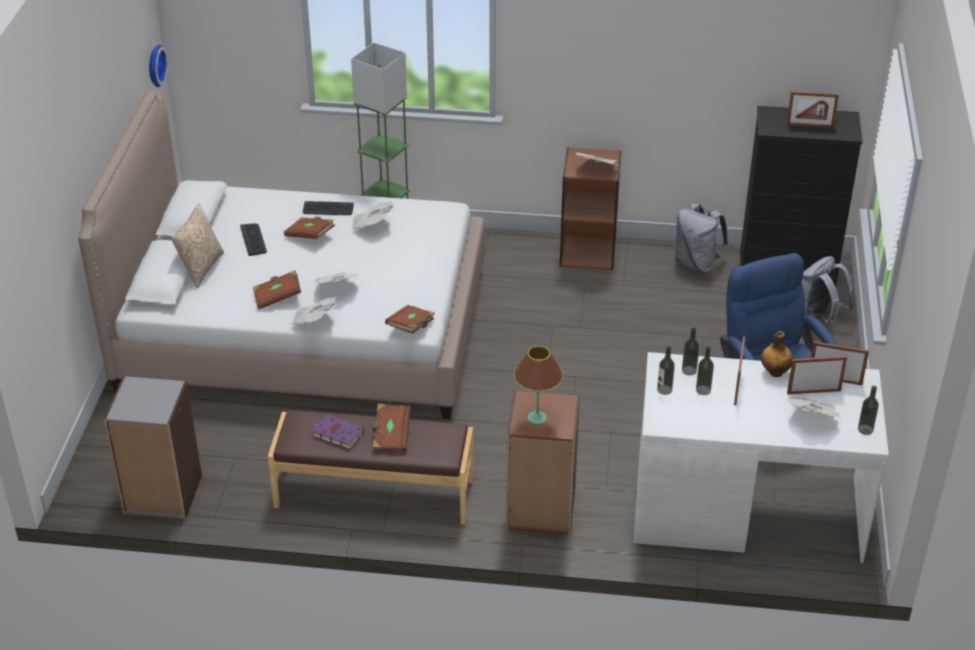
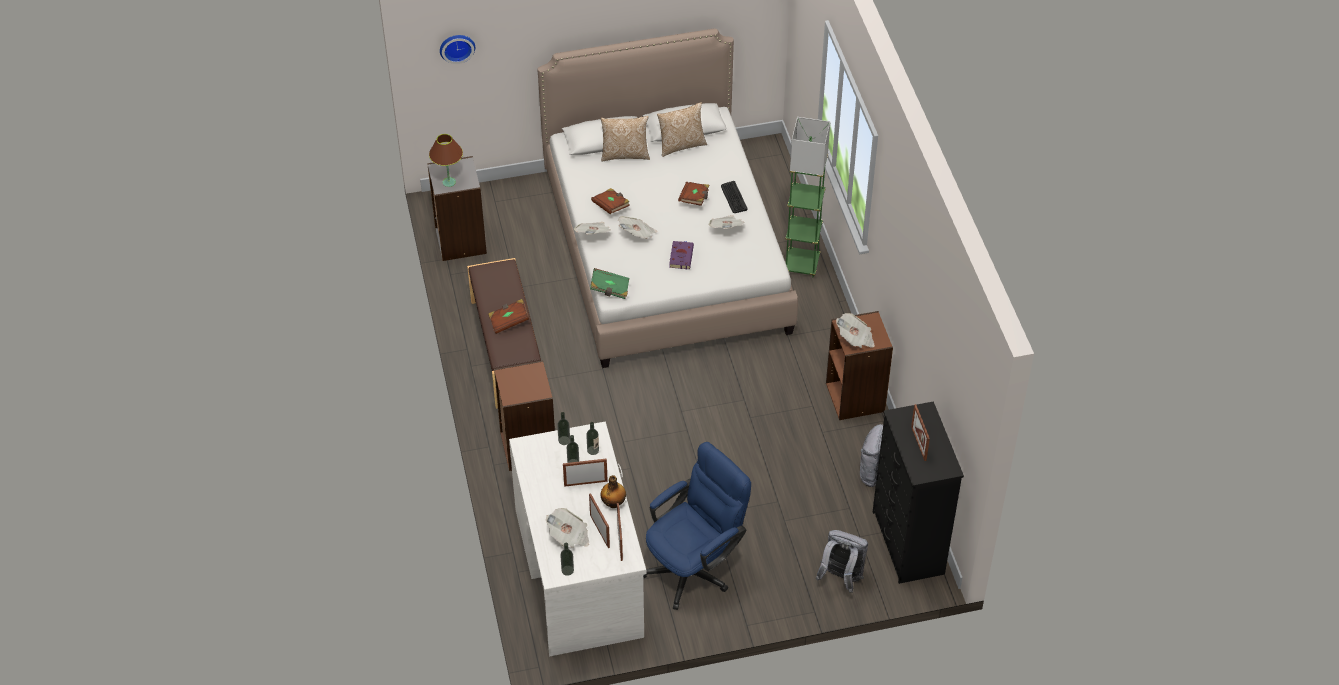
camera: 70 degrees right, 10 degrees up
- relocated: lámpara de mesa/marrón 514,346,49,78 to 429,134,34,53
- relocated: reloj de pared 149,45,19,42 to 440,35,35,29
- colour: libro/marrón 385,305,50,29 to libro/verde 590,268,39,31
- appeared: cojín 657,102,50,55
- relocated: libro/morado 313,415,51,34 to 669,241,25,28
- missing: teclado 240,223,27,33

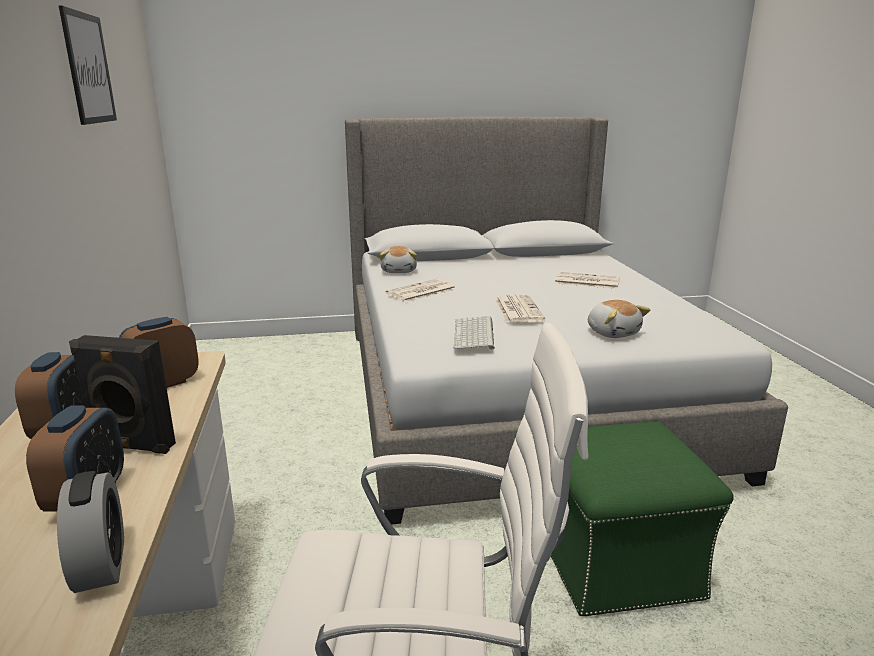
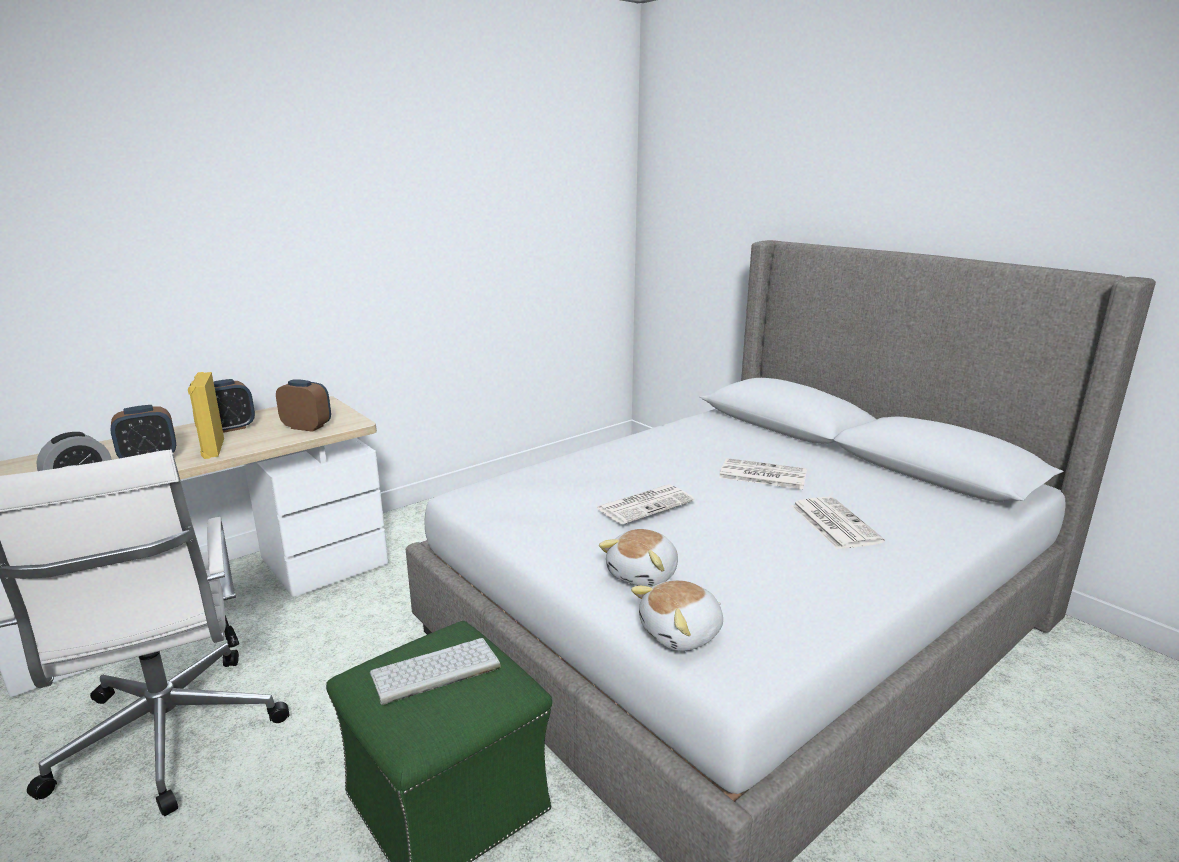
camera: 60 degrees right, 0 degrees up
- colour: altavoz/negro 69,335,107,119 to altavoz/amarillo 188,372,36,87
- relocated: teclado 453,316,42,34 to 370,638,131,67
- relocated: peluche 380,246,37,27 to 631,580,92,71
- relocated: periódico 386,279,70,23 to 719,458,88,31
- missing: cuadro 59,6,58,119

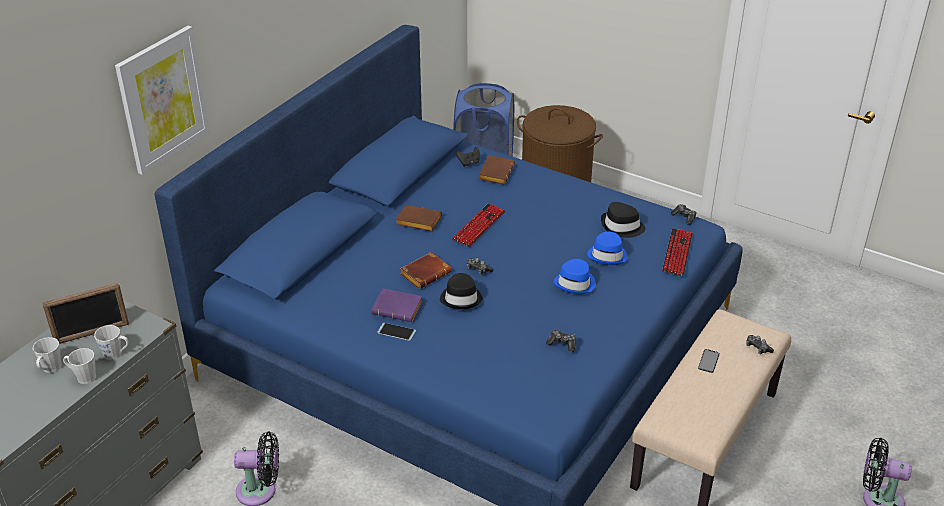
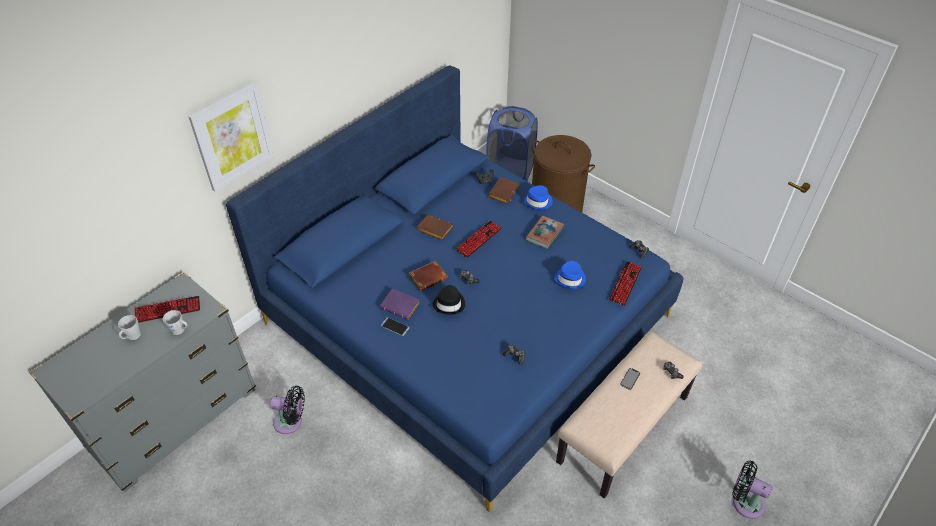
camera: 10 degrees right, 10 degrees up
- exchanged: portarretratos 42,283,87,61 to teclado 135,296,65,27
- relocated: sombrero/azul 553,259,43,35 to 523,185,30,25
- appeared: libro 525,216,40,33
- missing: taza grande/gris 63,348,33,36
- missing: sombrero/negro 601,202,44,36

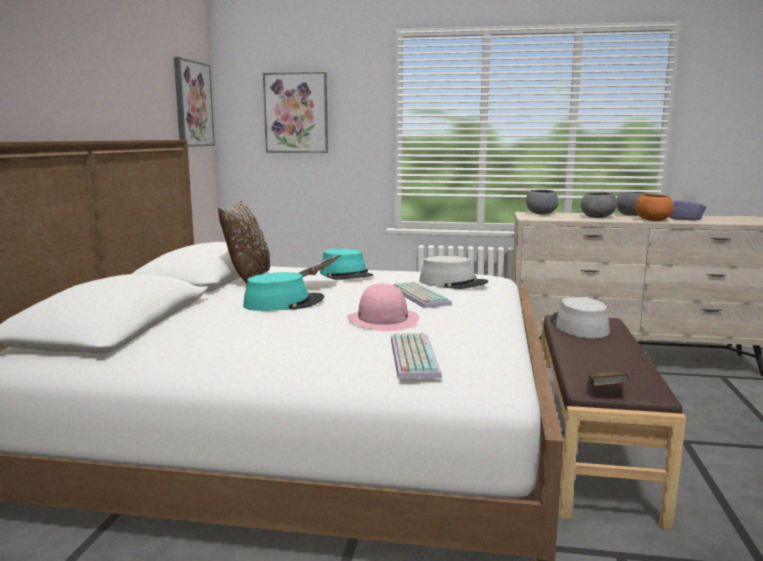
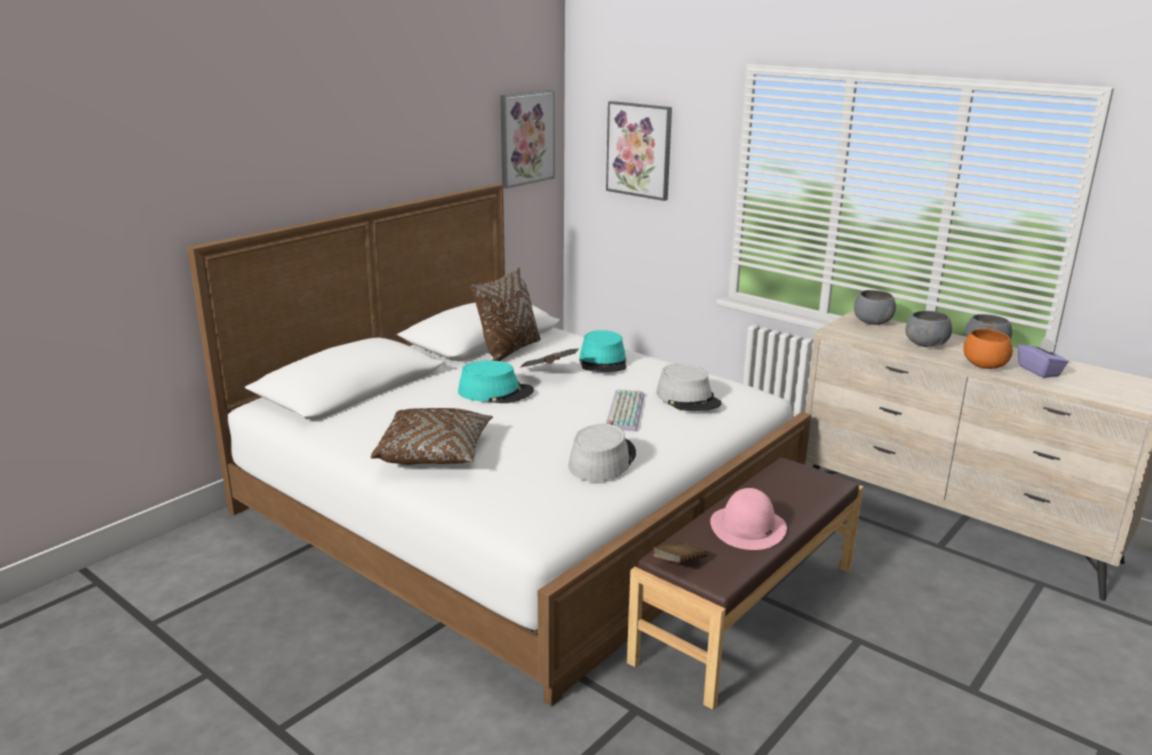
camera: 30 degrees right, 10 degrees up
- appeared: cojín/marrón 371,408,122,57
- relocated: sombrero/gris 550,297,60,41 to 568,424,68,57
- relocated: sombrero/rosa 347,284,72,47 to 710,488,77,62
- missing: teclado 391,333,51,46

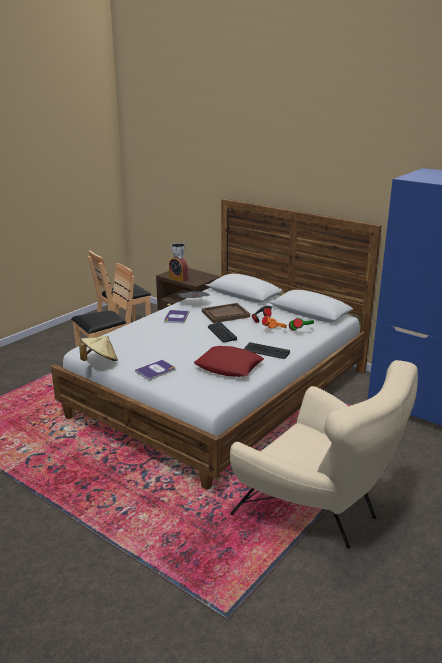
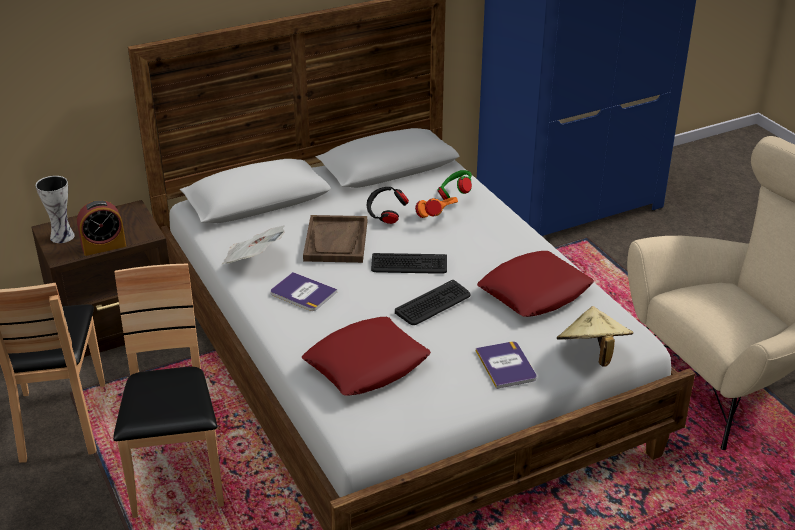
camera: 65 degrees left, 10 degrees up
- appeared: cojín/rojo 302,317,129,79
- relocated: teclado 244,342,46,17 to 395,280,76,45
- relocated: sombrero/beis 79,336,39,25 to 557,306,76,61

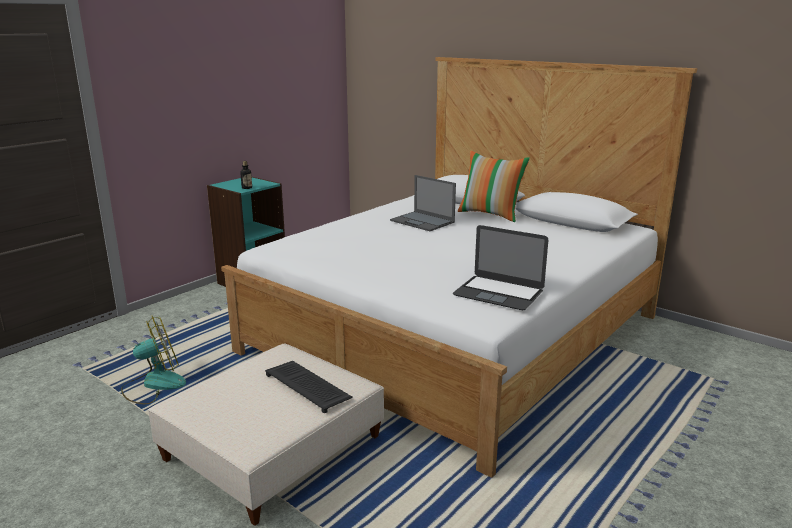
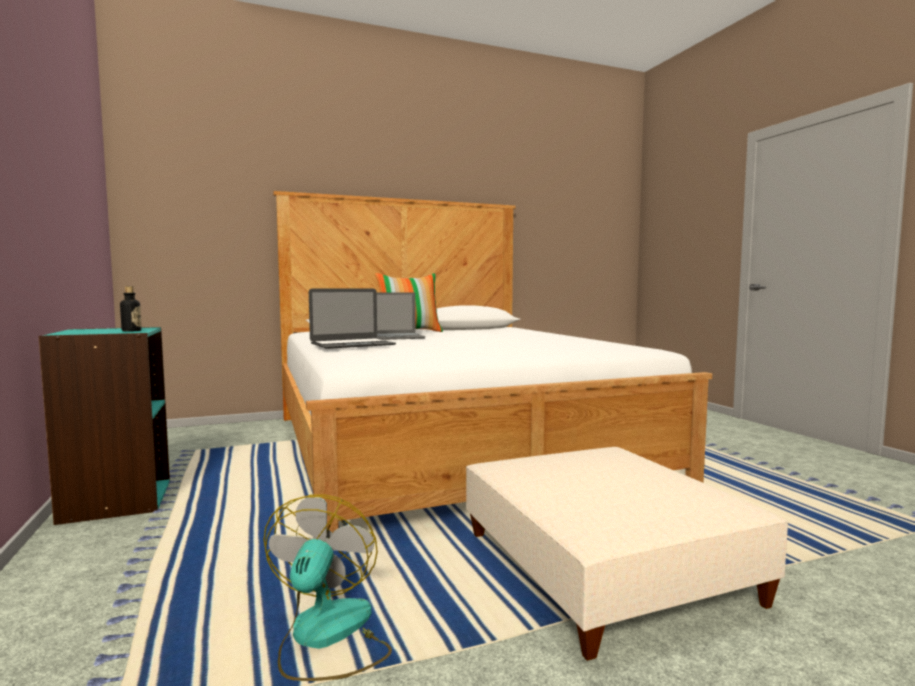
camera: 60 degrees left, 15 degrees down
- relocated: portátil 453,225,95,85 to 309,289,87,60
- missing: teclado 265,361,88,52

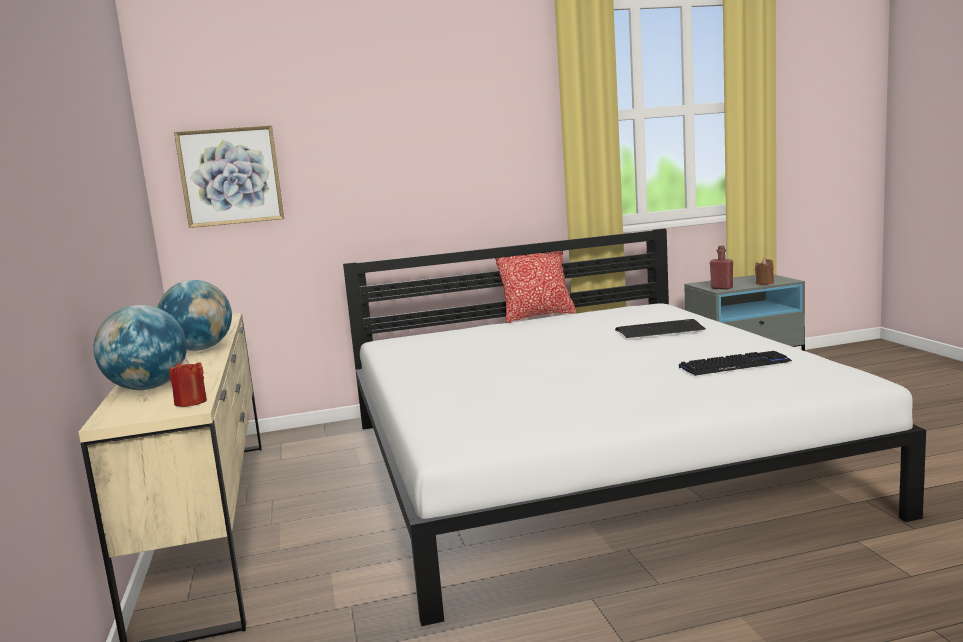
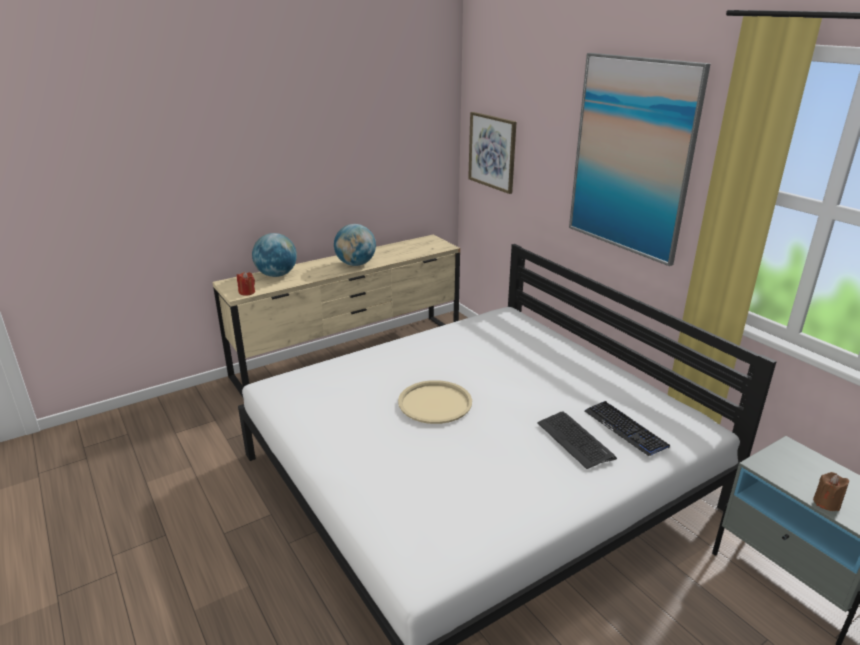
camera: 70 degrees right, 15 degrees up
- appeared: bandeja/beis 398,380,74,44
- appeared: cuadro 569,53,141,213
- relocated: teclado 679,351,113,25 to 585,401,85,55
- missing: cojín 495,251,81,72
- missing: botella/rojo 710,246,23,43

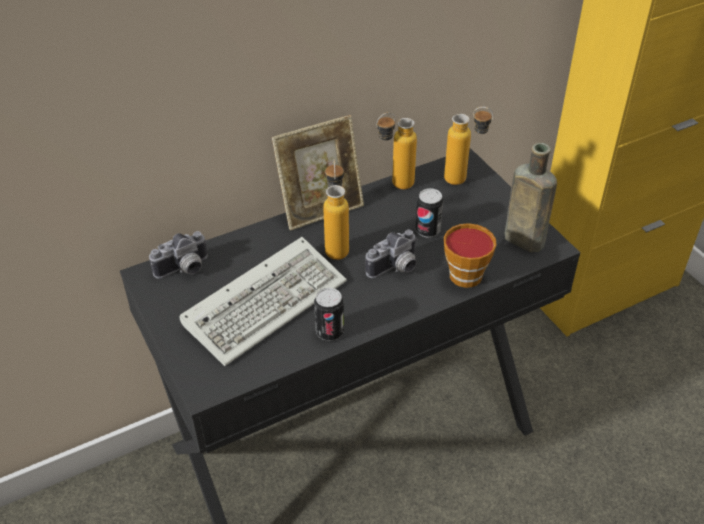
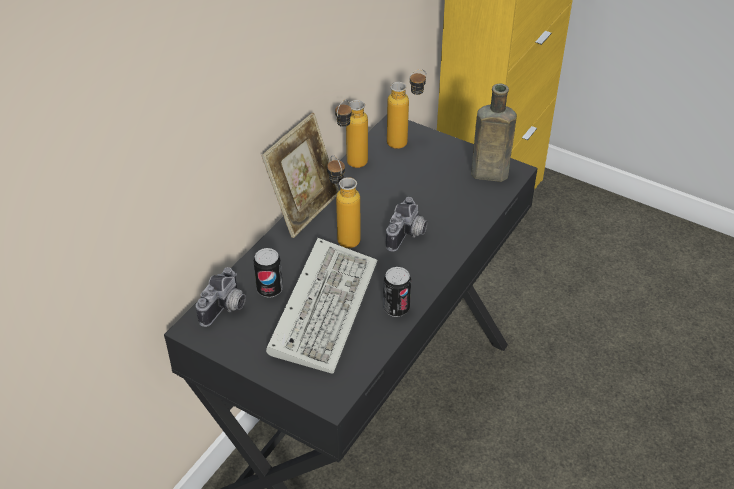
camera: 30 degrees left, 0 degrees up
- relocated: lata 415,188,28,50 to 253,248,30,50
- missing: taza 444,223,52,65

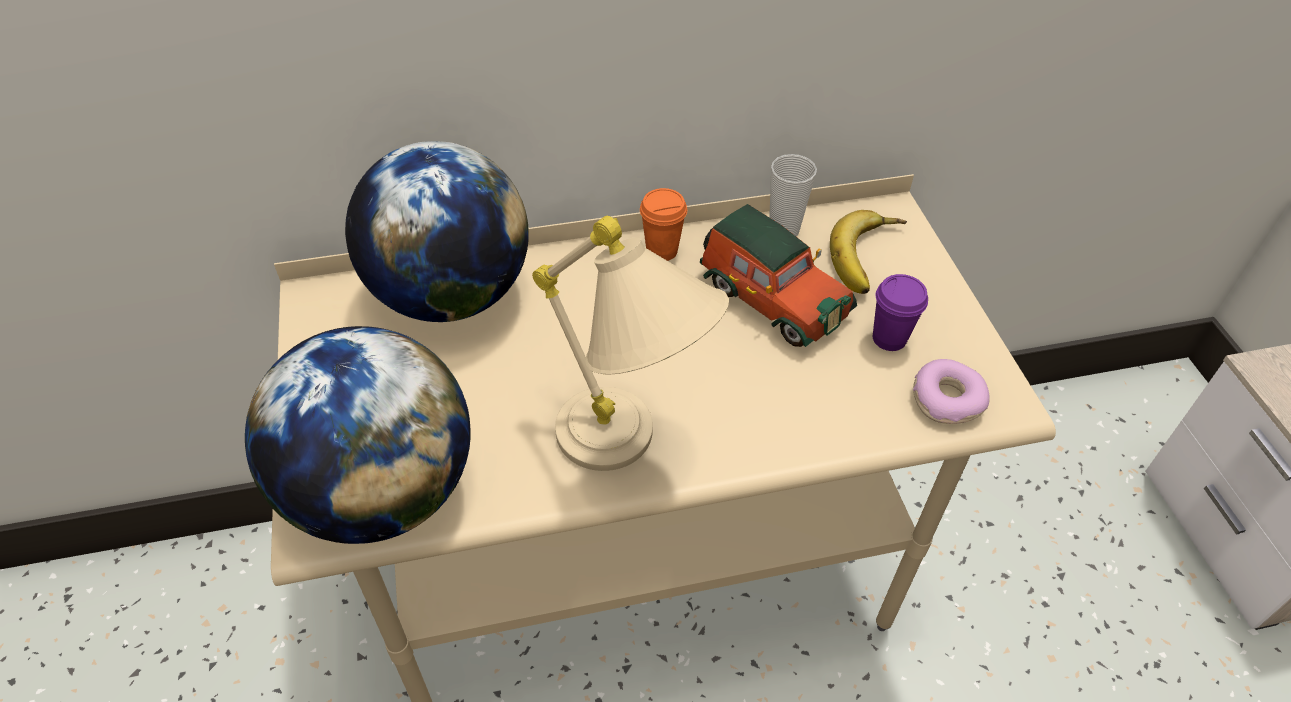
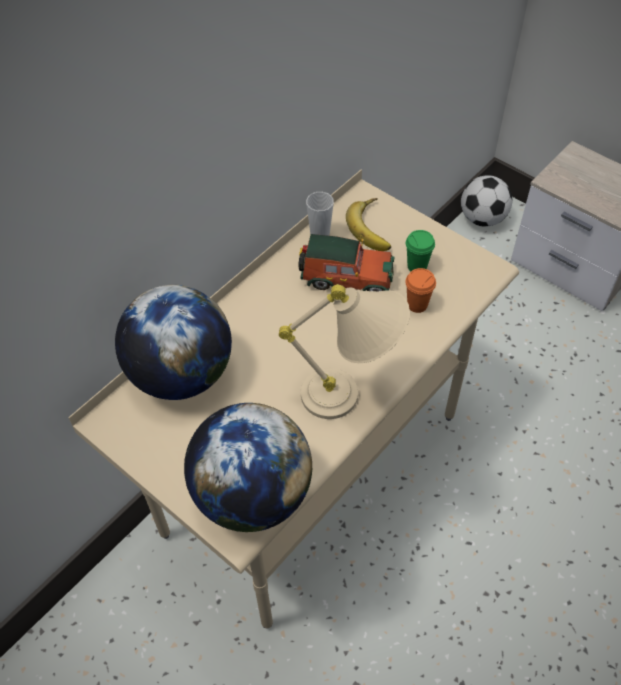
camera: 35 degrees left, 5 degrees up
- relocated: taza/naranja 640,188,47,73 to 405,268,31,45
- colour: taza/morado 873,274,55,77 to taza/verde 406,230,29,41
- appeared: balón de fútbol 461,175,51,52
- missing: rosquilla 913,359,77,65

